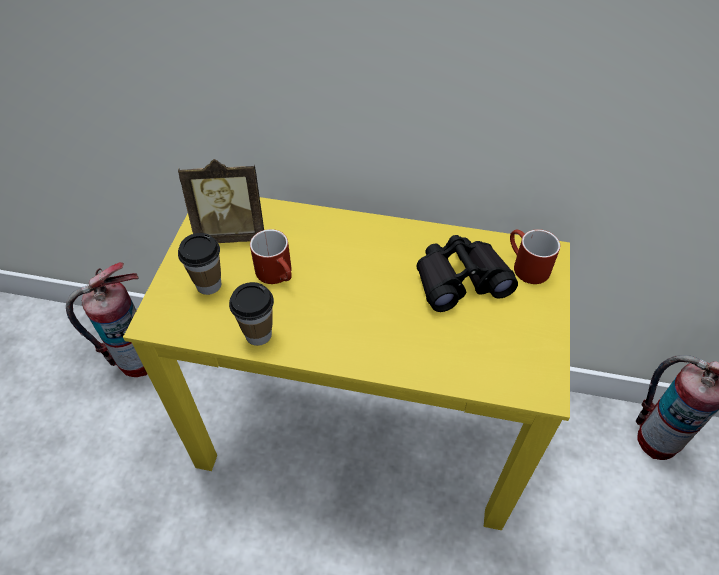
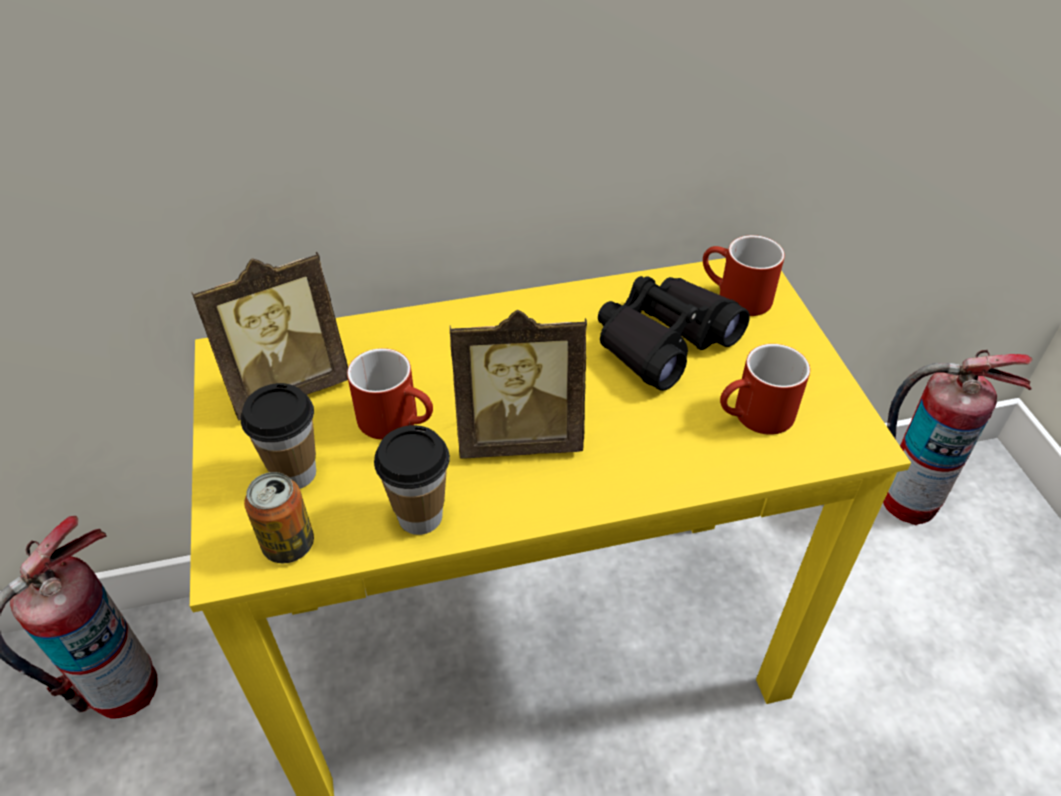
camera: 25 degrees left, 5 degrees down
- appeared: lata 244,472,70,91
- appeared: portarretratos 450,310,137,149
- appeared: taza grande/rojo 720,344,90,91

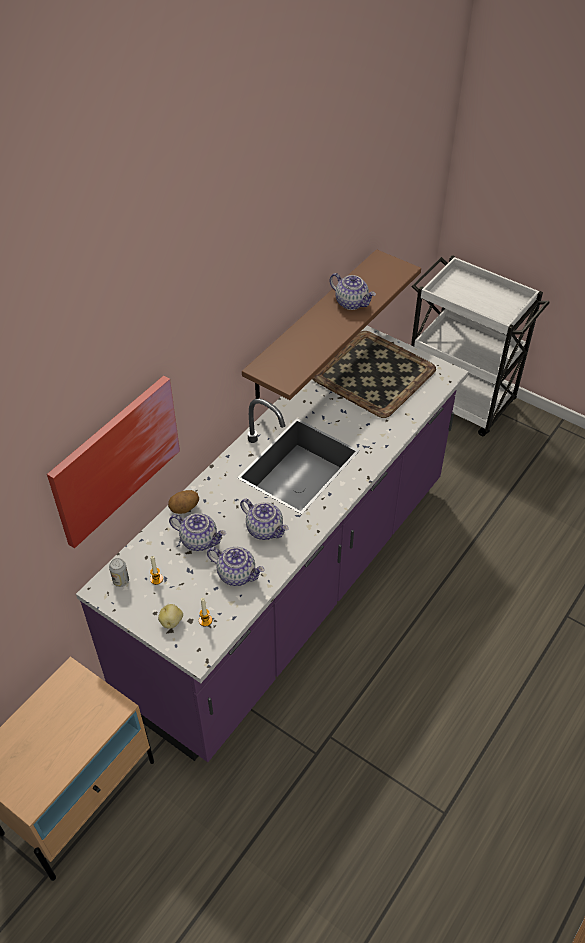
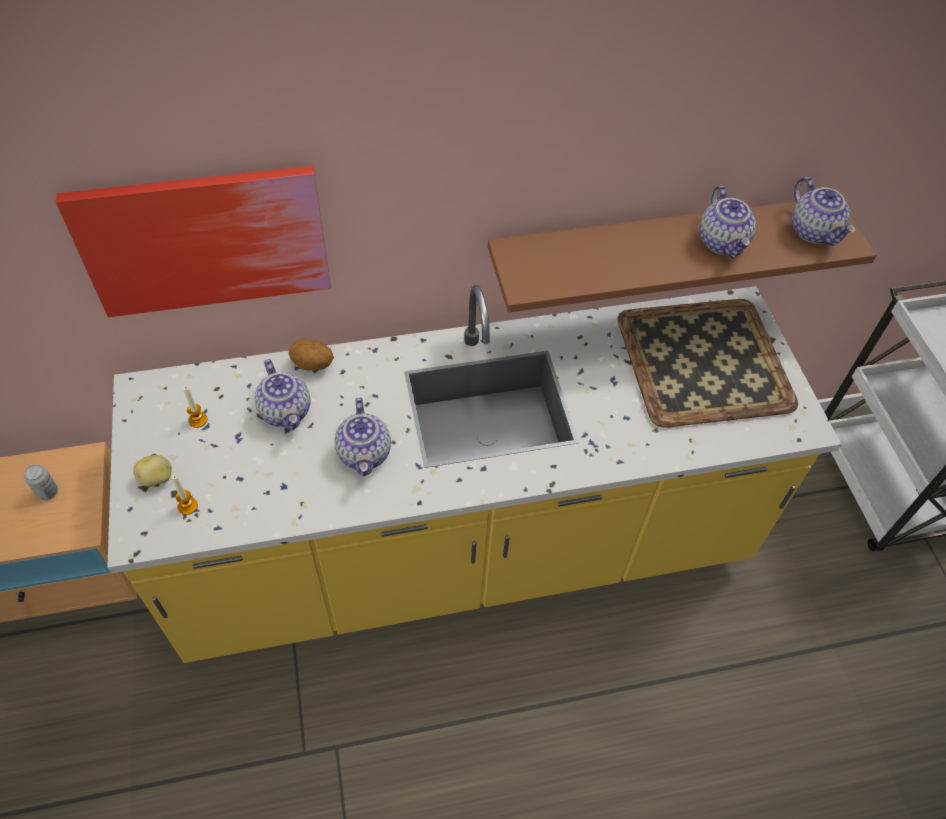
camera: 40 degrees right, 5 degrees up
- relocated: lata 109,558,20,29 to 24,464,34,37
- colour: mueble bajo de cocina/morado 76,326,393,436 to mueble bajo de cocina/amarillo 107,285,735,378
- relocated: tetera 207,547,58,39 to 792,177,64,69

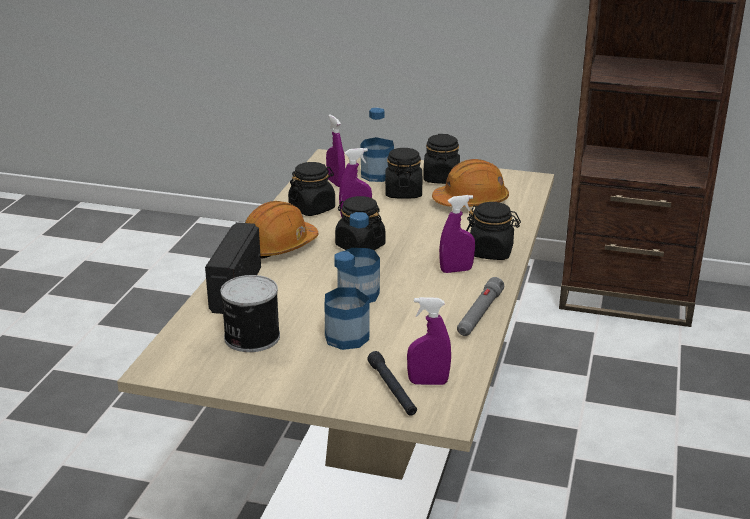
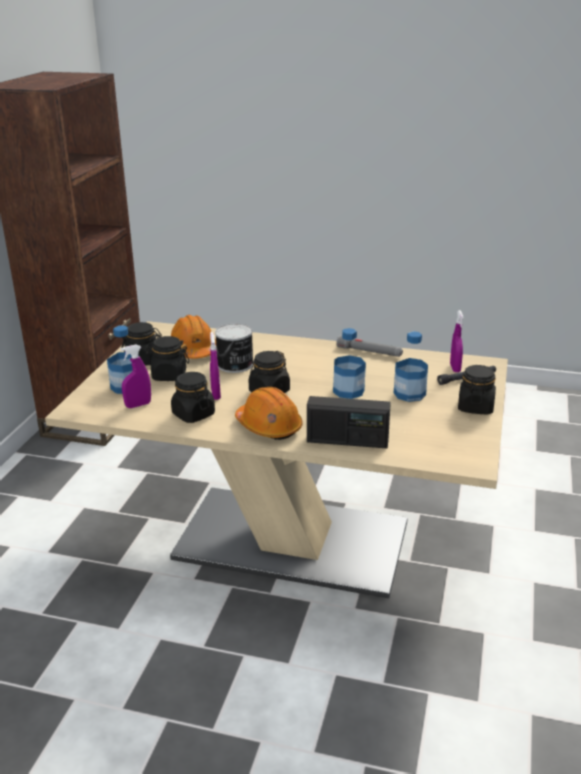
camera: 90 degrees left, 0 degrees up
- relocated: lata 220,275,60,77 to 215,323,38,50
- relocated: tarro/negro 466,202,55,58 to 458,365,38,49
- missing: pulverizador/morado 439,195,36,78

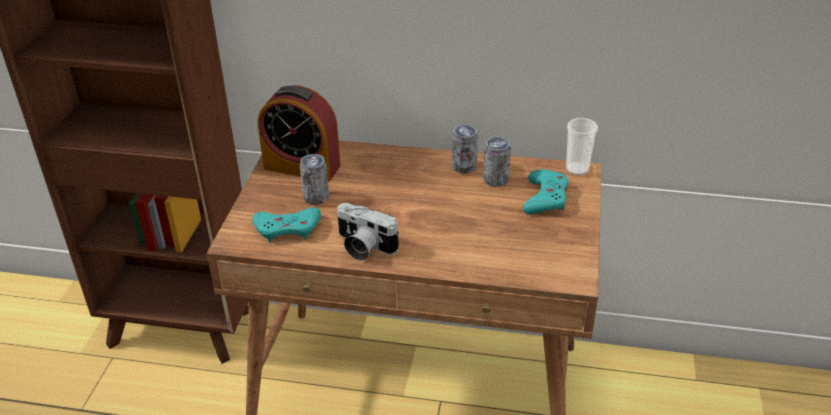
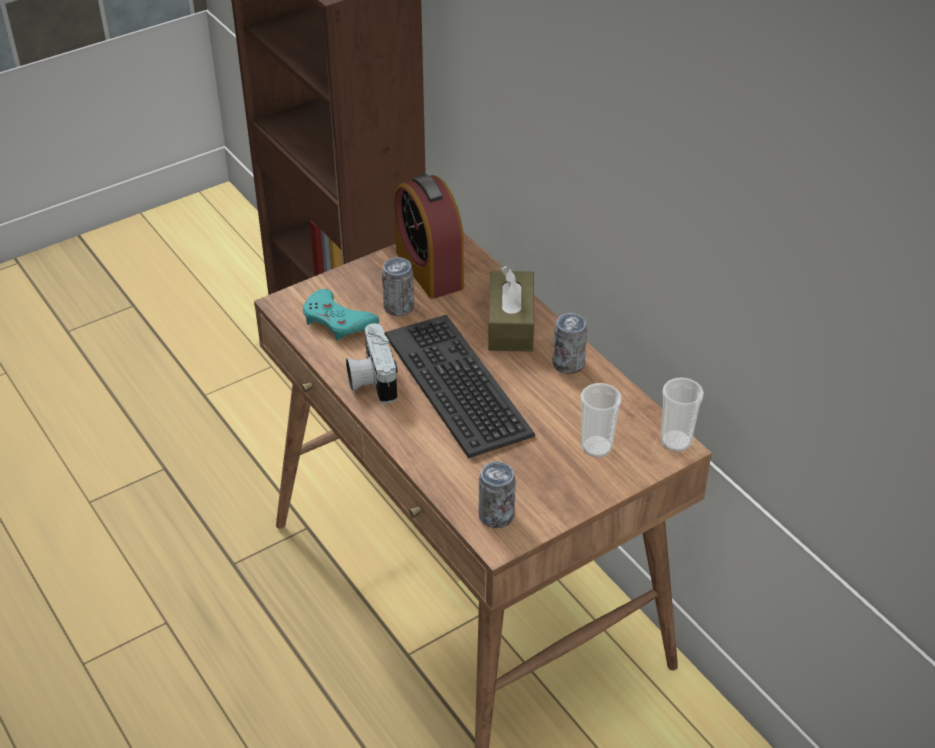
camera: 45 degrees right, 5 degrees up
- appeared: teclado 385,315,150,143
- relocated: lata 483,137,28,50 to 479,462,37,66
- appeared: caja de pañuelos/marrón 488,266,46,86
- exchanged: mando de consola/turquesa 523,169,46,45 to taza 581,383,41,75

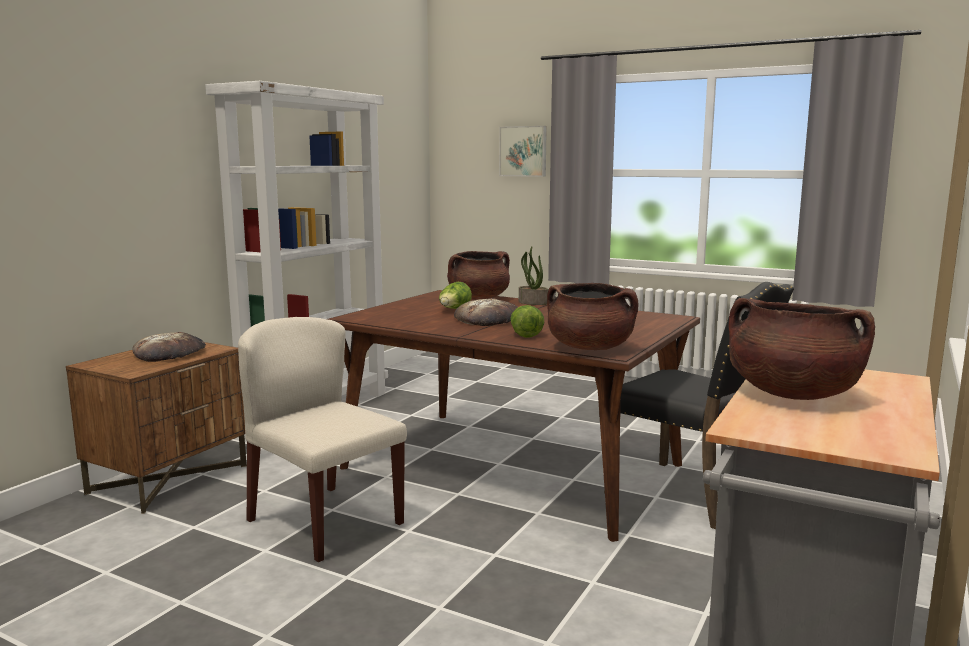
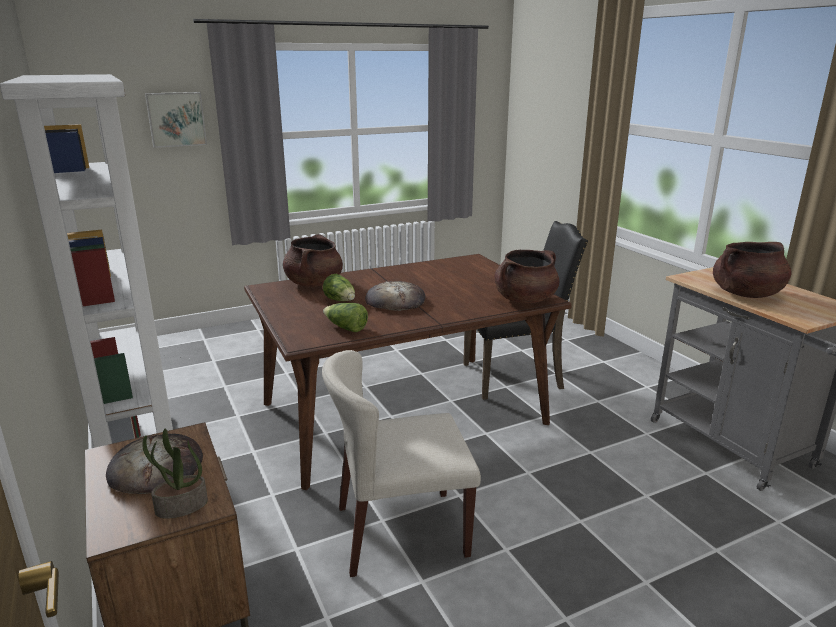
camera: 55 degrees left, 10 degrees up
- relocated: planta en maceta 519,247,29,58 to 142,428,66,91
- relocated: lechuga 510,305,34,33 to 323,303,45,29

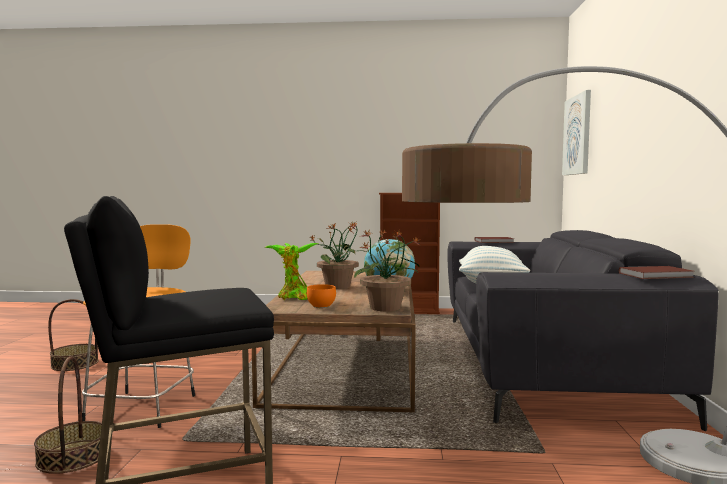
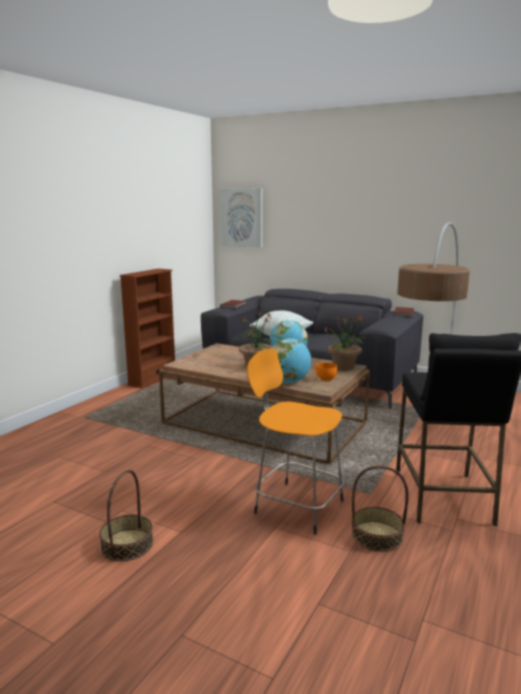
camera: 65 degrees left, 10 degrees up
- exchanged: planta en maceta 265,243,54,57 to globo terráqueo 272,338,39,45

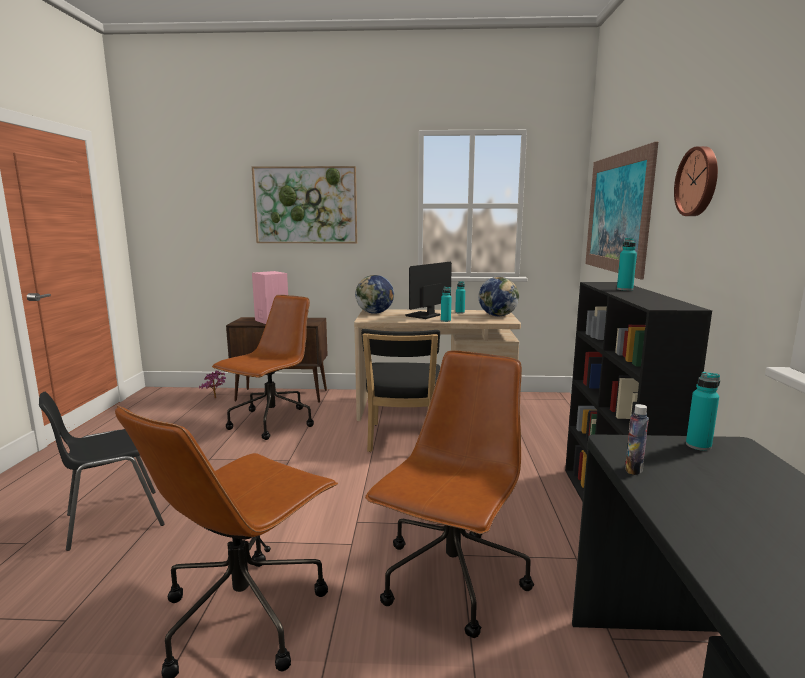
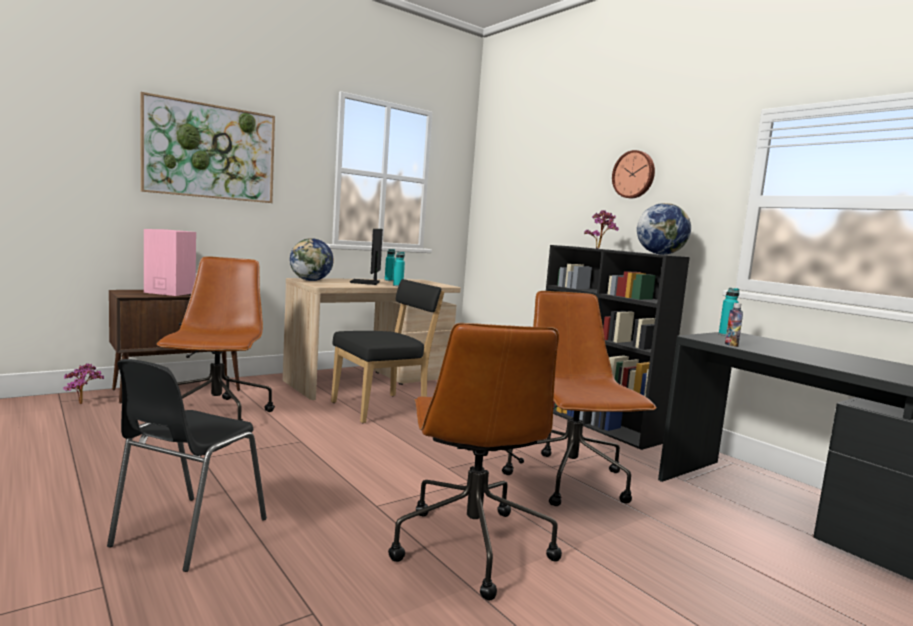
camera: 40 degrees left, 5 degrees down
- spun: silla/negro 361,329,79,123 = 331,279,113,144 90 degrees counterclockwise
- exchanged: botella/turquesa 617,238,20,53 to planta en maceta 584,210,35,39
- relocated: globo terráqueo 479,277,40,39 to 637,203,54,52
- missing: cuadro 585,142,73,137

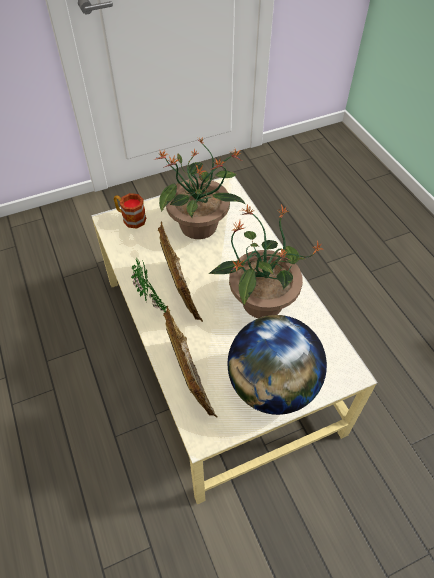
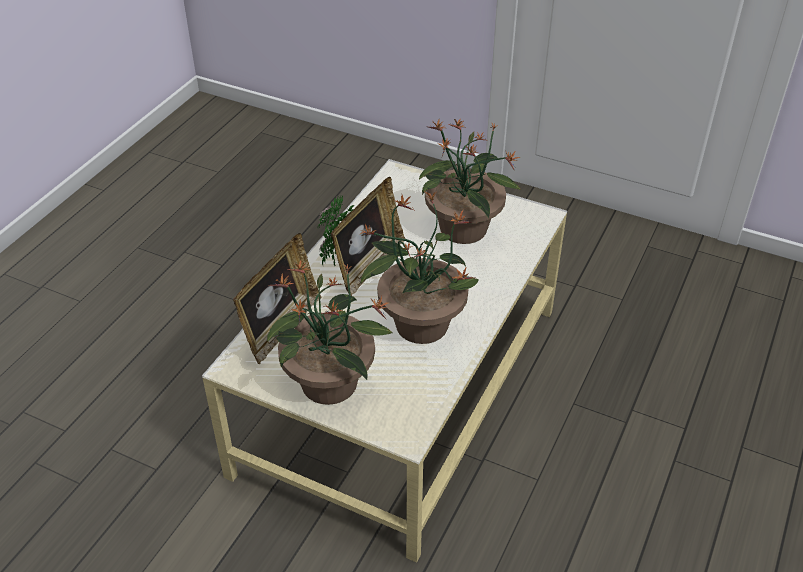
camera: 50 degrees right, 10 degrees down
- exchanged: globo terráqueo 228,315,99,100 to planta en maceta 267,261,125,144
- missing: taza grande 114,193,32,35

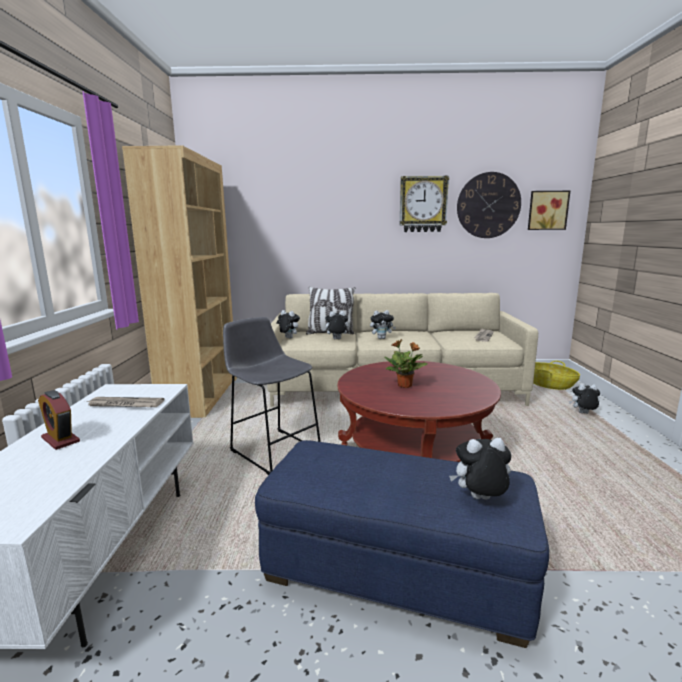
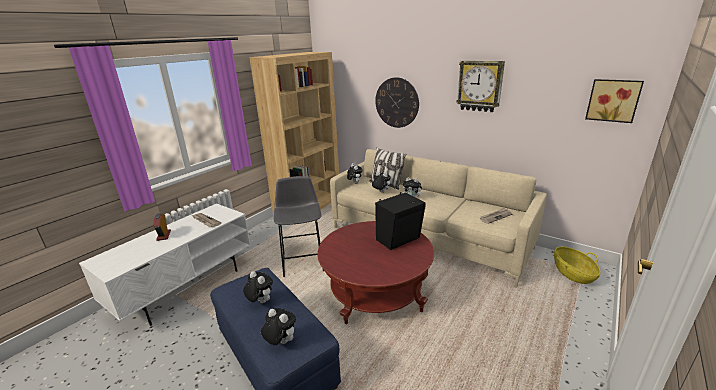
camera: 35 degrees right, 10 degrees up
- relocated: peluche 569,384,31,30 to 243,271,30,32
- relocated: reloj de pared 457,172,64,66 to 375,77,44,51
- appeared: altavoz/negro 375,192,51,58
- missing: planta en maceta 384,339,44,49

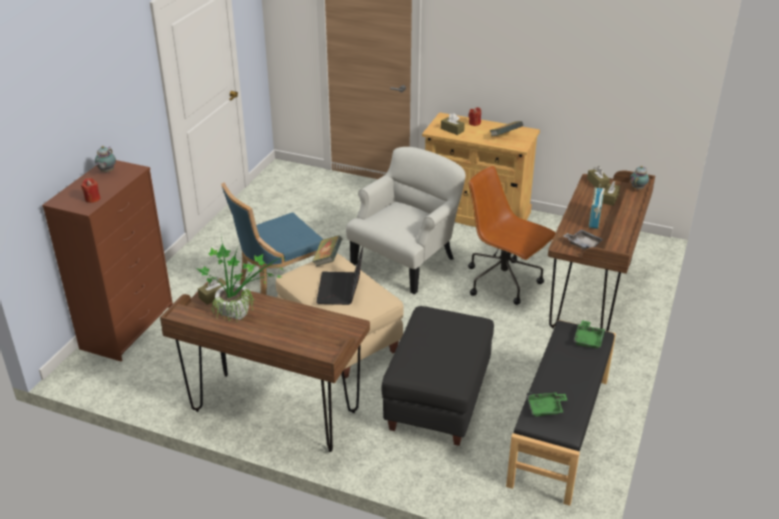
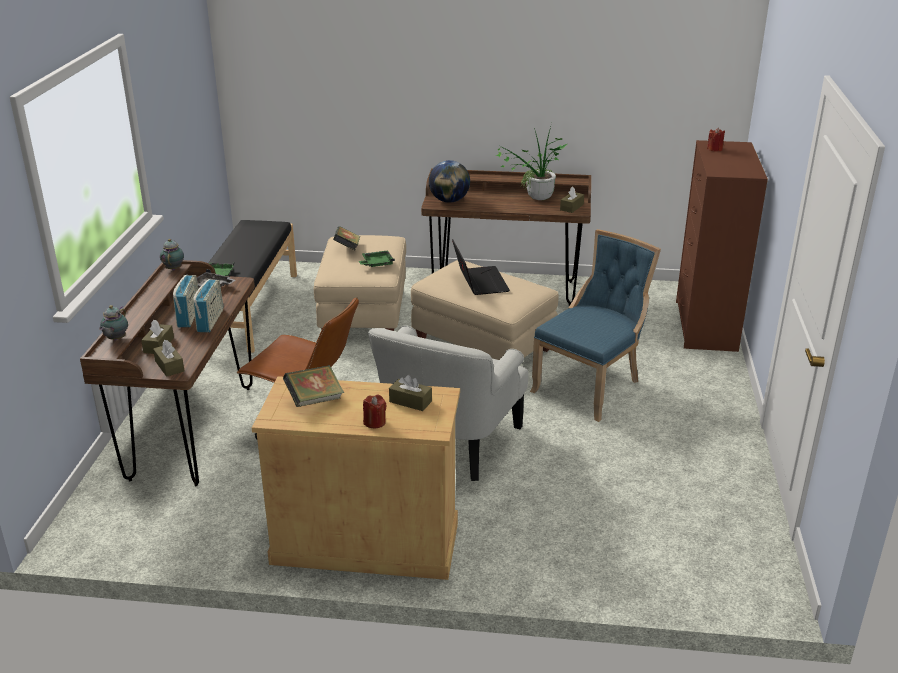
camera: 165 degrees right, 5 degrees down
- relocated: tetera 95,146,21,27 to 160,239,24,31
- appeared: radio 193,279,31,53
- colour: puf/negro 382,306,112,140 to puf/beis 314,235,92,96
- relocated: libro 312,235,30,31 to 333,226,27,24
- relocated: bandeja/verde 527,392,40,25 to 359,250,36,17
- appeared: globo terráqueo 429,160,41,43

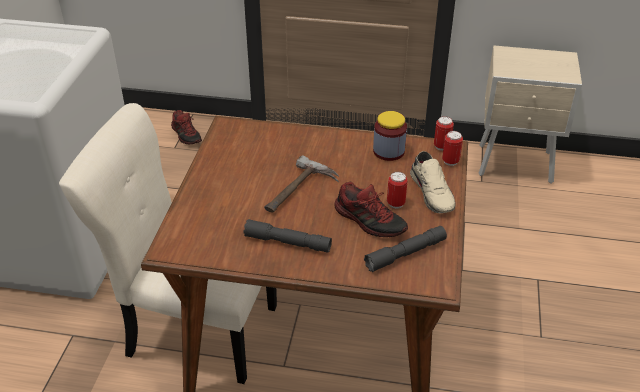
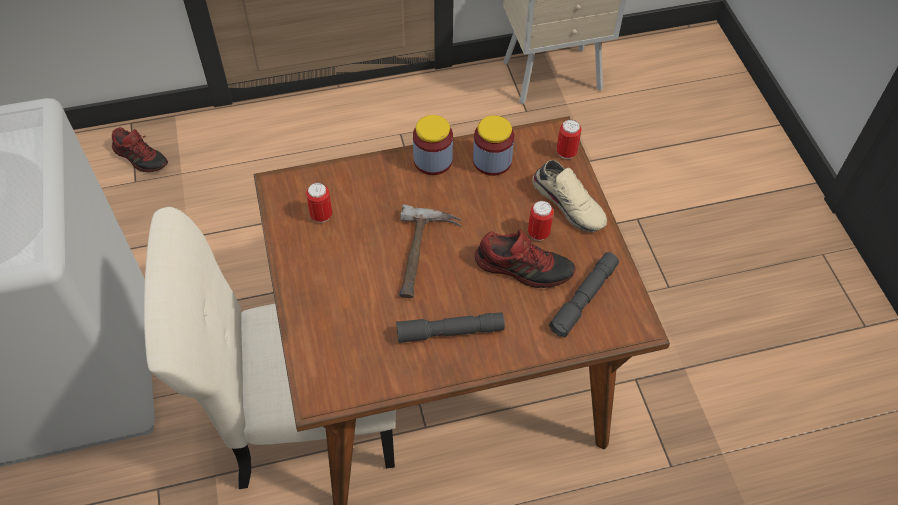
camera: 25 degrees left, 15 degrees up
- relocated: lata 434,116,20,35 to 306,183,26,40
- appeared: tarro 413,115,40,60

